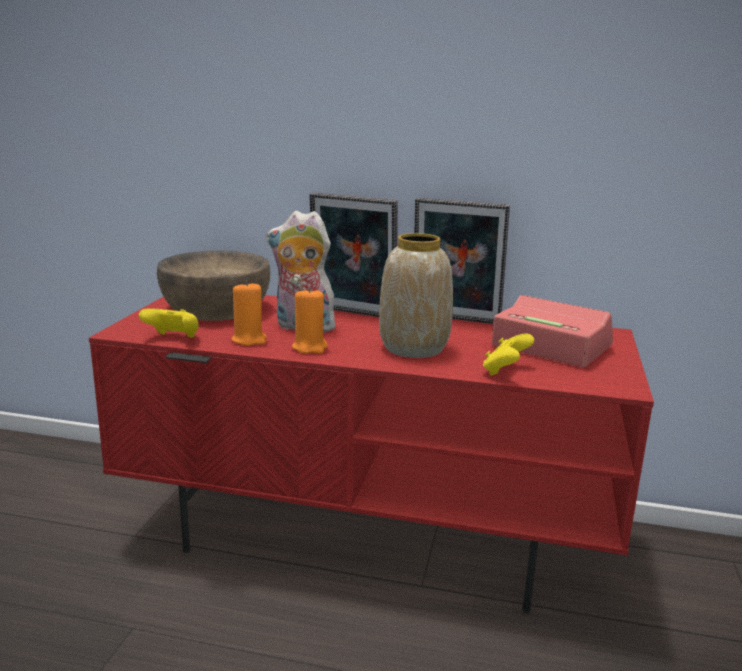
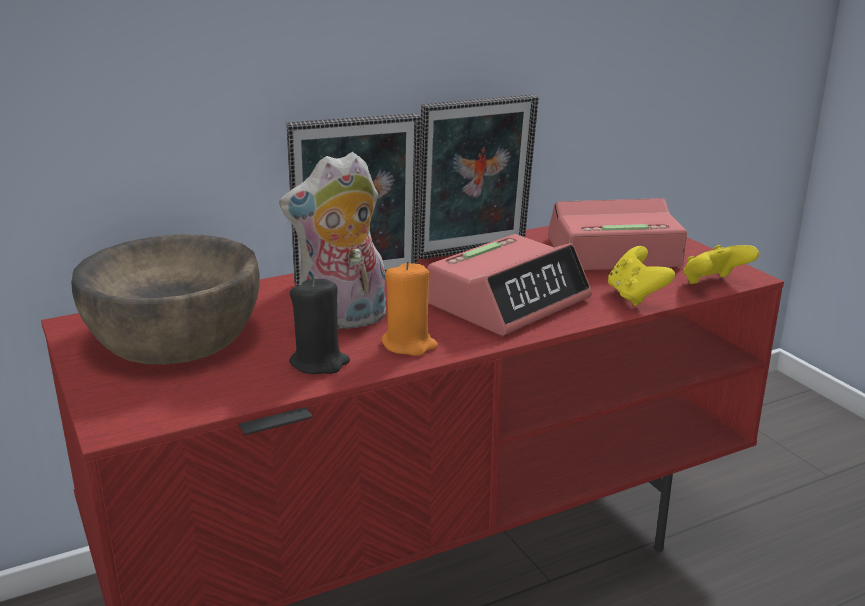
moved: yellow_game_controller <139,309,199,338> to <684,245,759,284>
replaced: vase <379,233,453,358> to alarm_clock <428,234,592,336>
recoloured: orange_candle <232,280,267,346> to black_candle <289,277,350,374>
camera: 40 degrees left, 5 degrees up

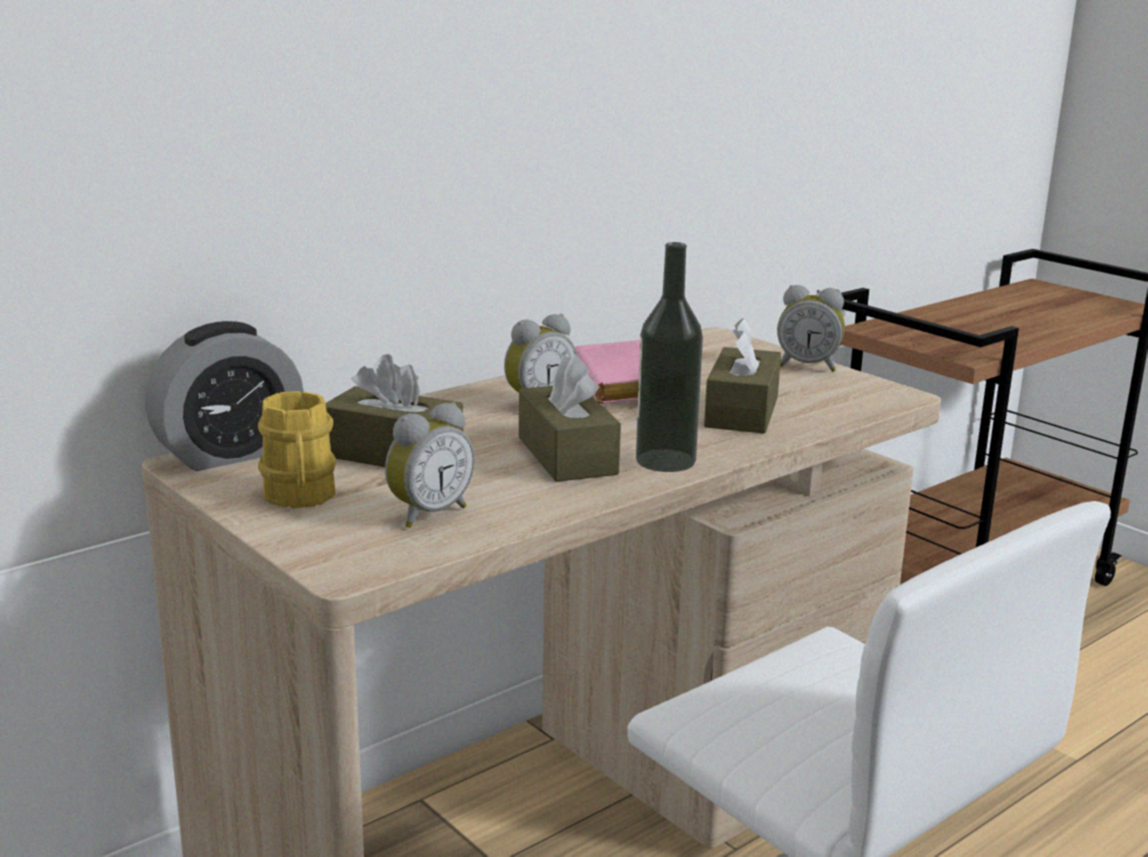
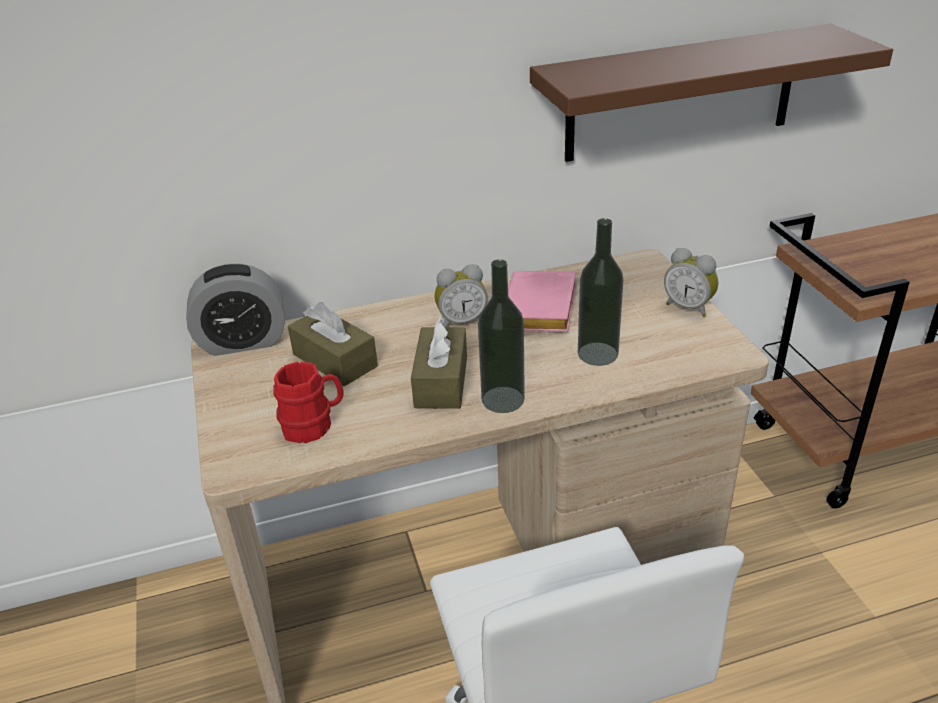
removed: yellow_mug <258,391,336,508>
added: brown_shelf <530,24,893,162>
replaced: alarm_clock <385,402,475,528> to red_mug <273,361,344,443>; brown_tissue_box <704,318,781,434> to bottle <578,218,624,366>
camera: 25 degrees right, 15 degrees up

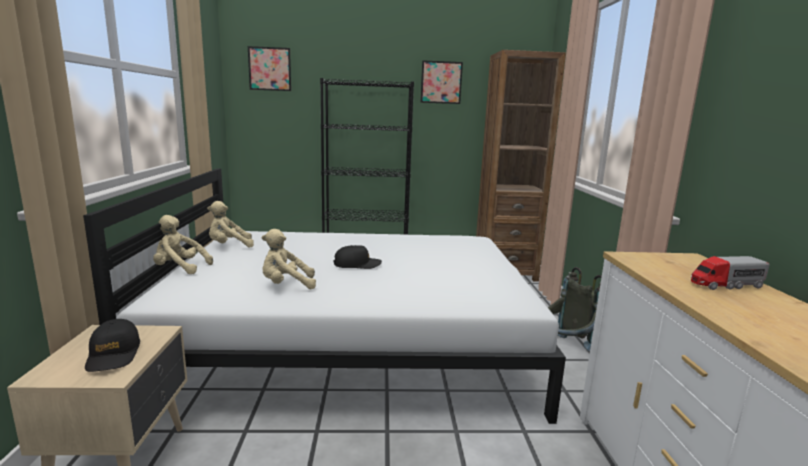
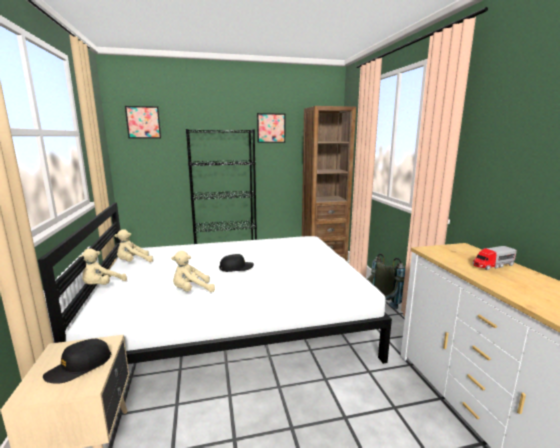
turned: black_cap <85,319,140,372> = <43,339,111,384> 75 degrees clockwise; beige_plush_toy <153,215,213,274> = <80,248,127,285> 60 degrees counterclockwise
camera: 10 degrees left, 0 degrees up

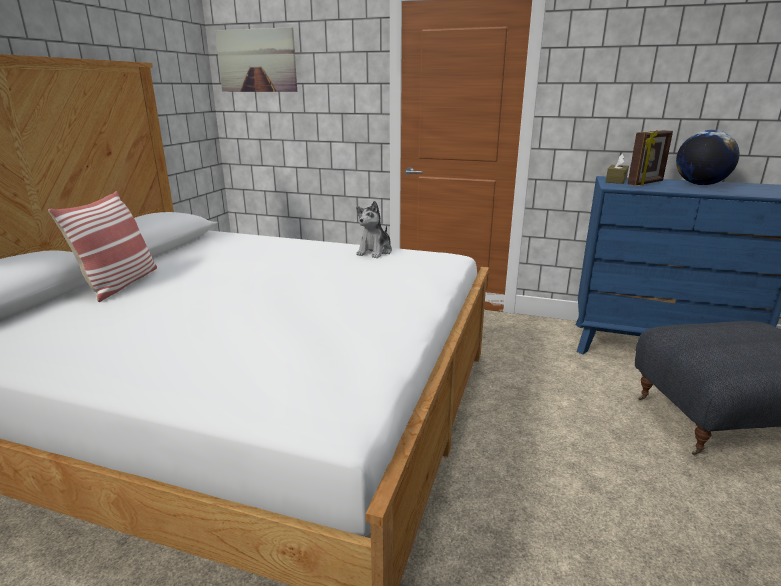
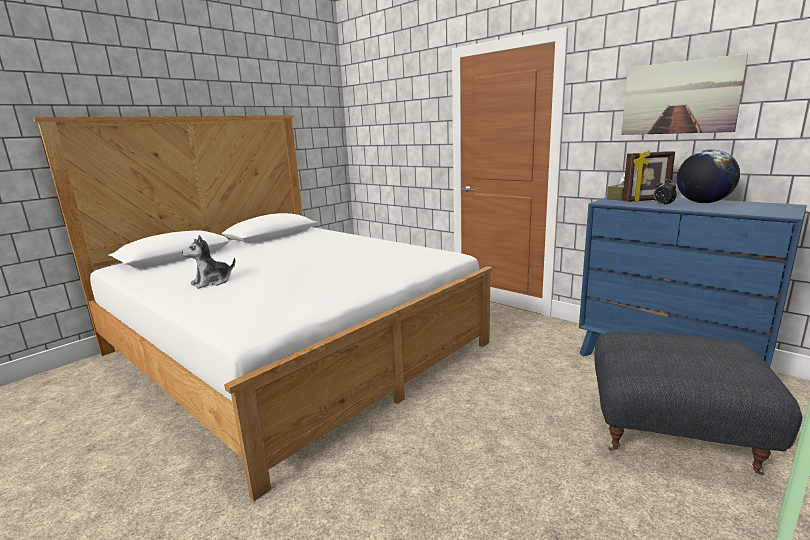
removed: pillow <48,191,157,302>
added: alarm_clock <654,179,677,206>
moved: picture <215,27,297,92> to <621,54,748,135>; plush_toy <356,201,392,258> to <182,235,235,289>
camera: 25 degrees right, 5 degrees down

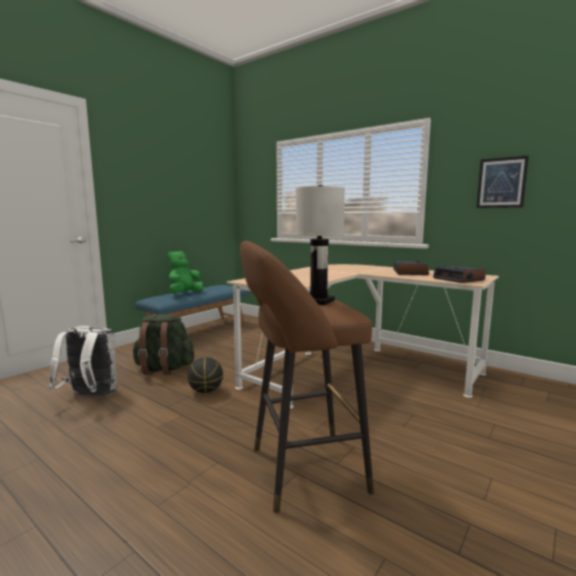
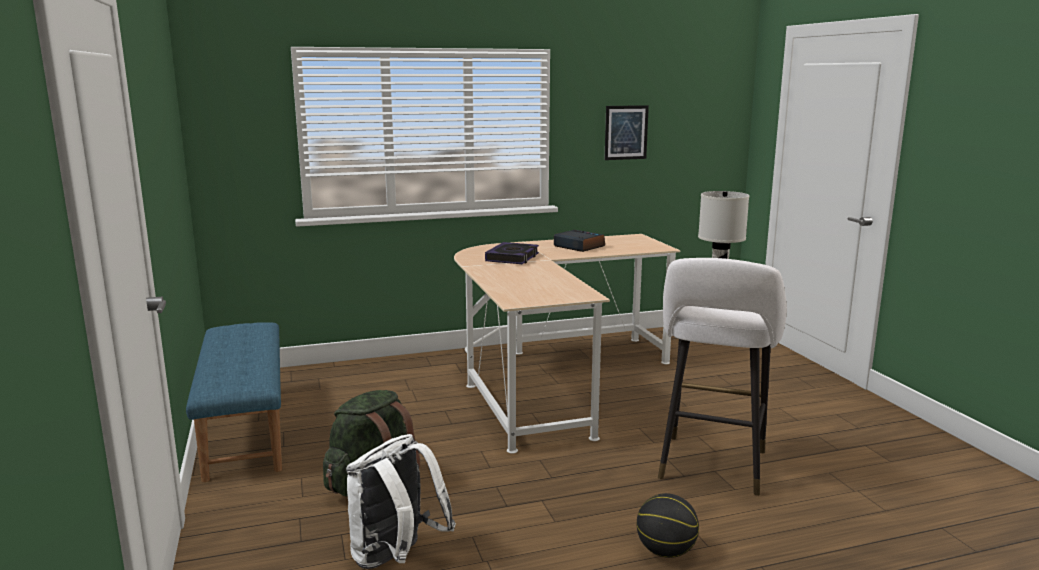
removed: green_plush_toy <168,251,204,293>; alarm_clock <433,265,486,283>
added: book <485,242,539,264>
moved: basketball <187,357,223,393> to <637,493,699,558>
recoloured: brown_stool <240,241,374,513> to white_stool <658,258,787,496>
camera: 55 degrees left, 5 degrees up

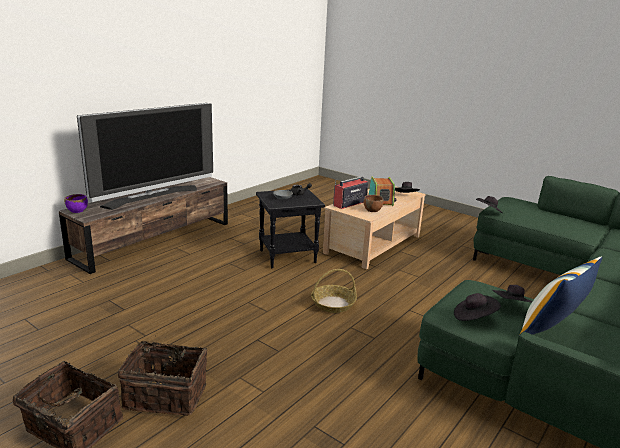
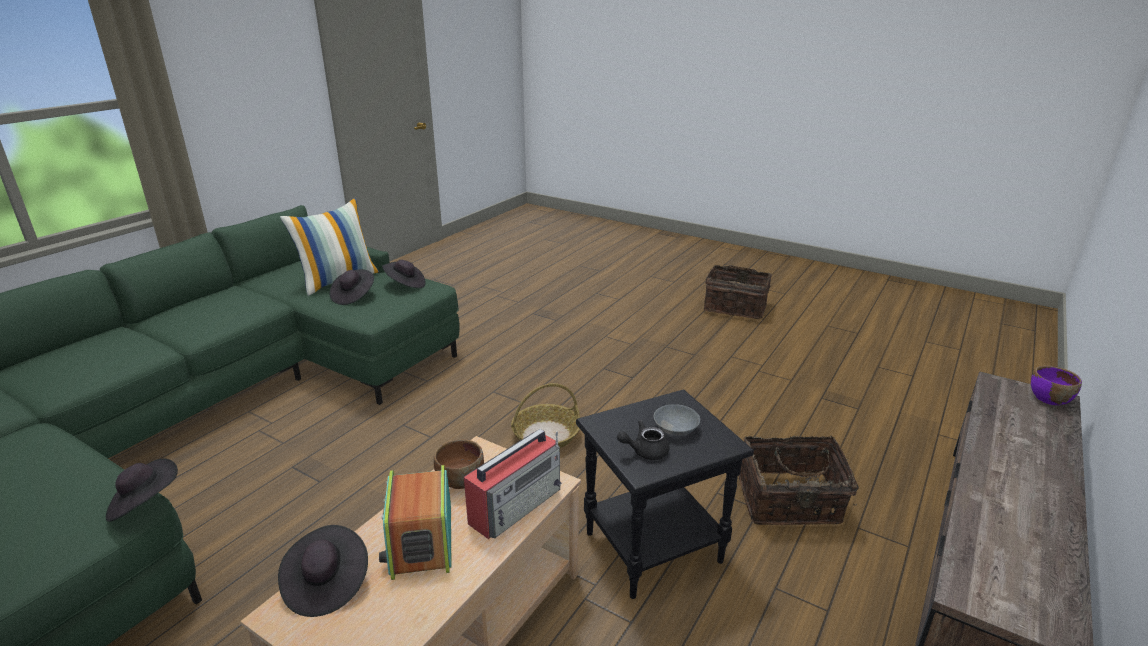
removed: television <77,103,213,210>
moved: basket <118,335,207,416> to <739,435,859,525>
camera: 175 degrees right, 5 degrees up

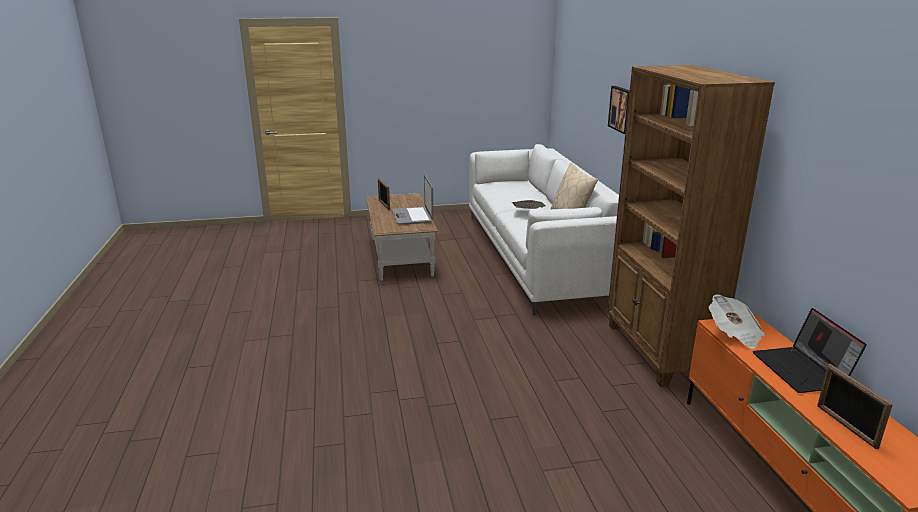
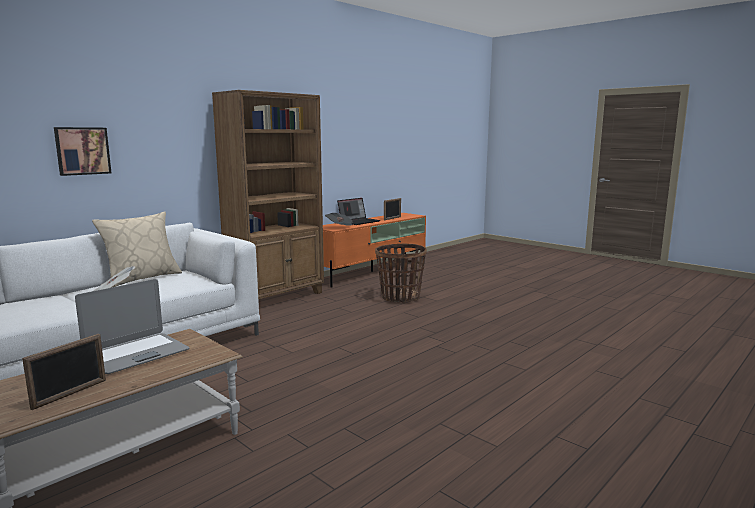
added: basket <375,244,427,303>
camera: 125 degrees left, 10 degrees down

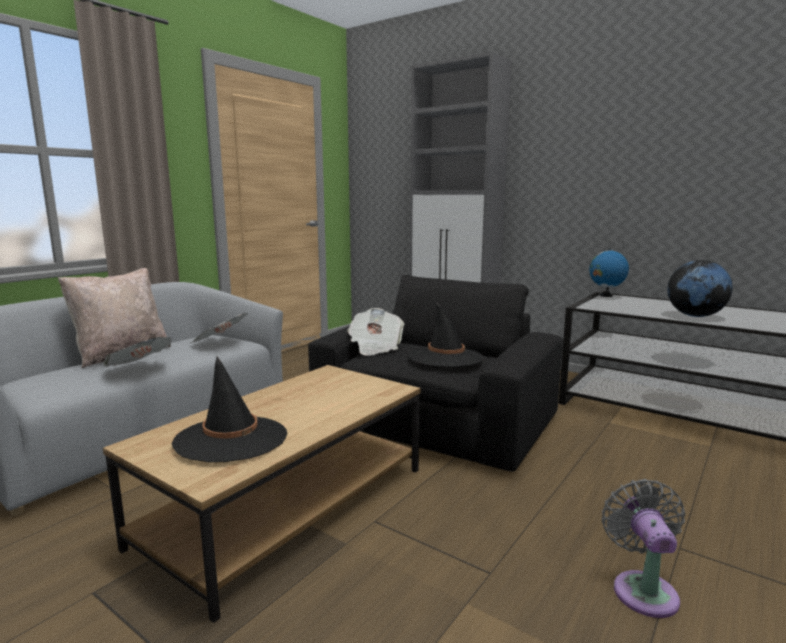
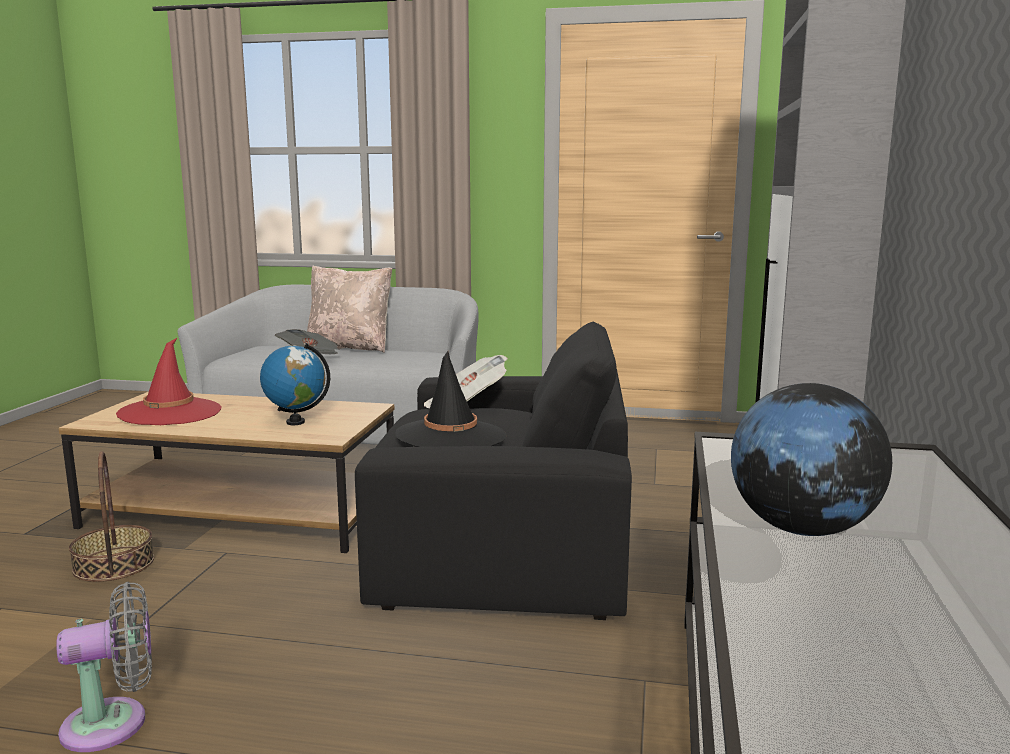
removed: newspaper <190,313,248,343>
added: basket <69,451,154,582>
moved: globe <589,248,629,297> to <260,343,330,425>
recoloured: black_hat <172,356,287,462> to red_hat <116,338,221,425>
camera: 65 degrees right, 0 degrees up

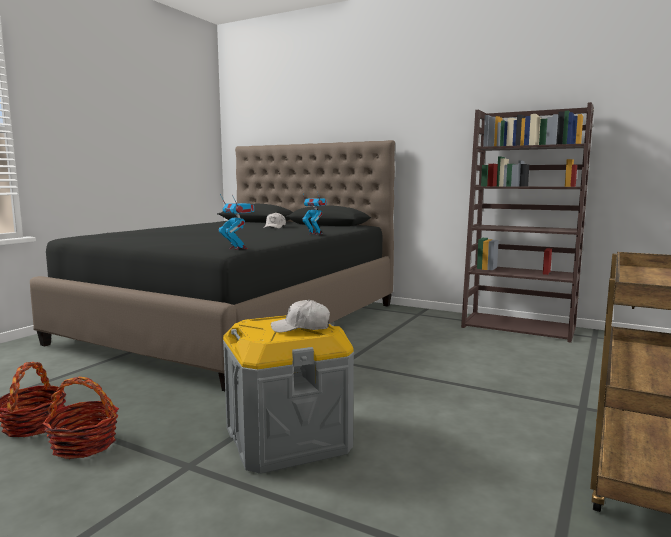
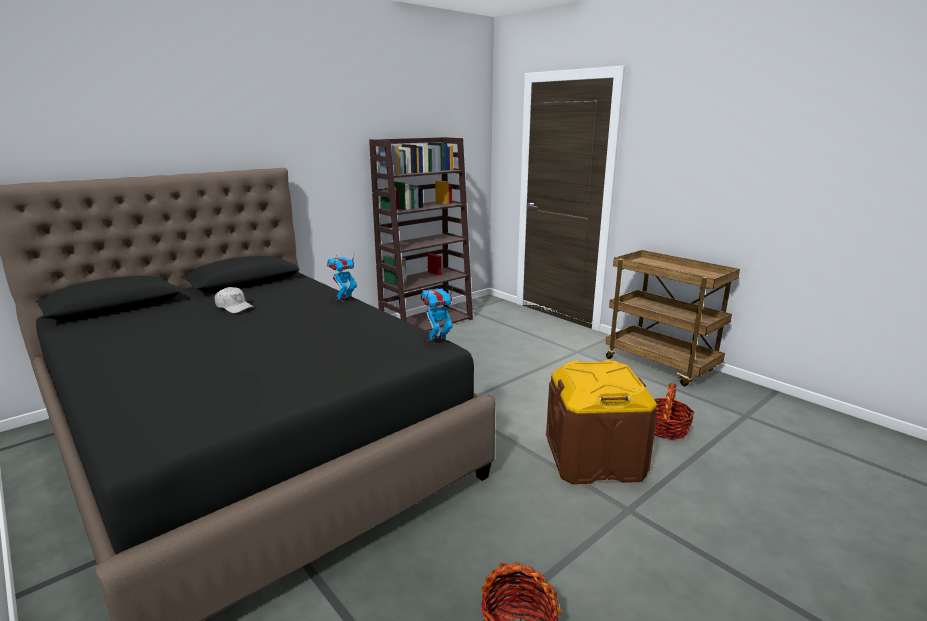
removed: white_cap <271,299,330,333>
moved: basket <42,377,119,459> to <654,383,694,440>
recoloured: grey_storage_box <223,315,354,474> to brown_storage_box <546,360,657,484>
camera: 70 degrees left, 10 degrees up

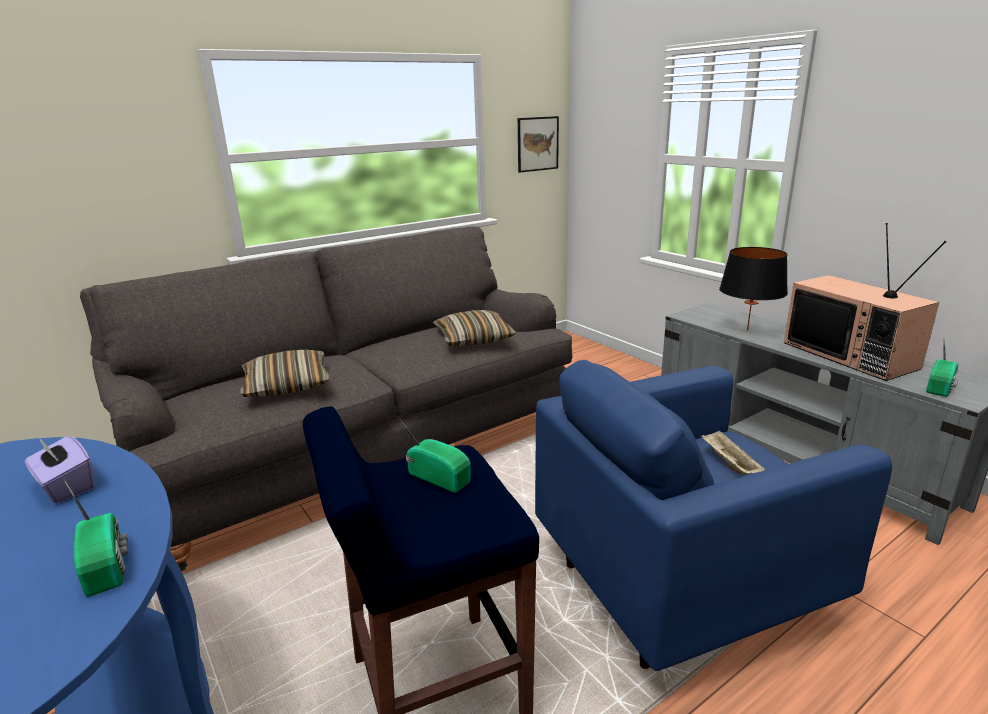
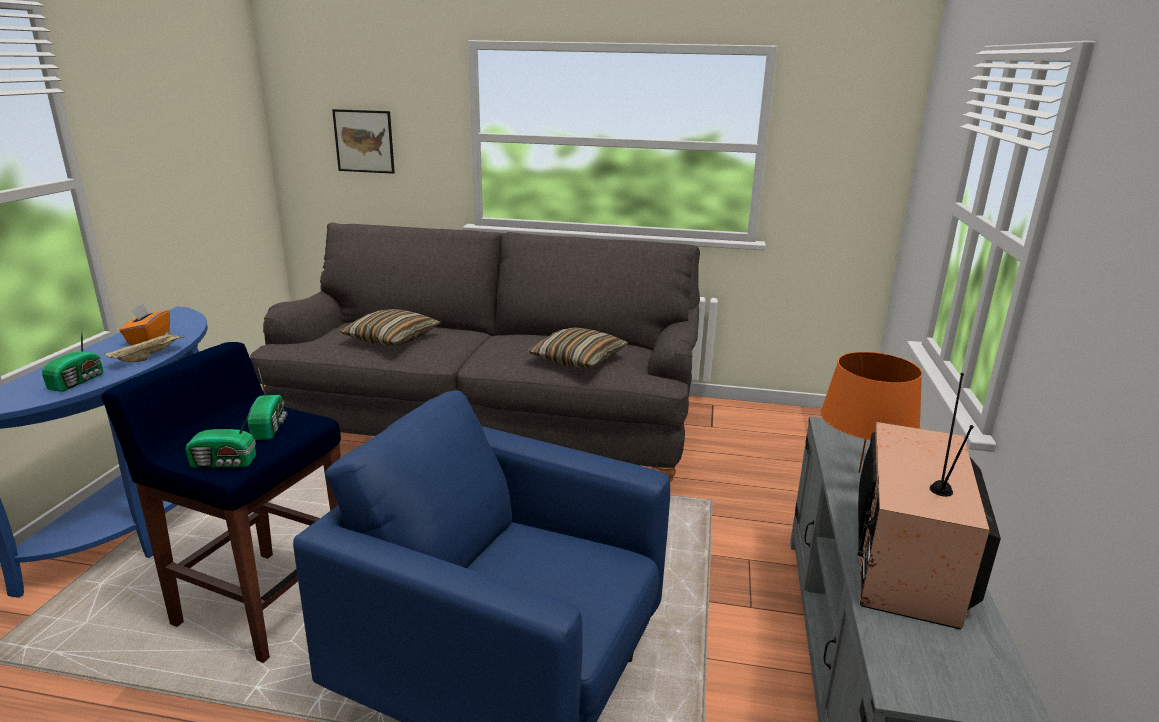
moved: picture <518,116,559,173> to <332,109,395,174>; beige_tray <701,430,766,475> to <104,331,185,362>; radio <926,336,959,397> to <186,404,256,468>
recoloured: purple_tissue_box <25,436,94,503> to orange_tissue_box <119,303,170,345>; black_table_lamp <719,247,788,330> to orange_table_lamp <821,352,922,473>
camera: 45 degrees right, 0 degrees up

